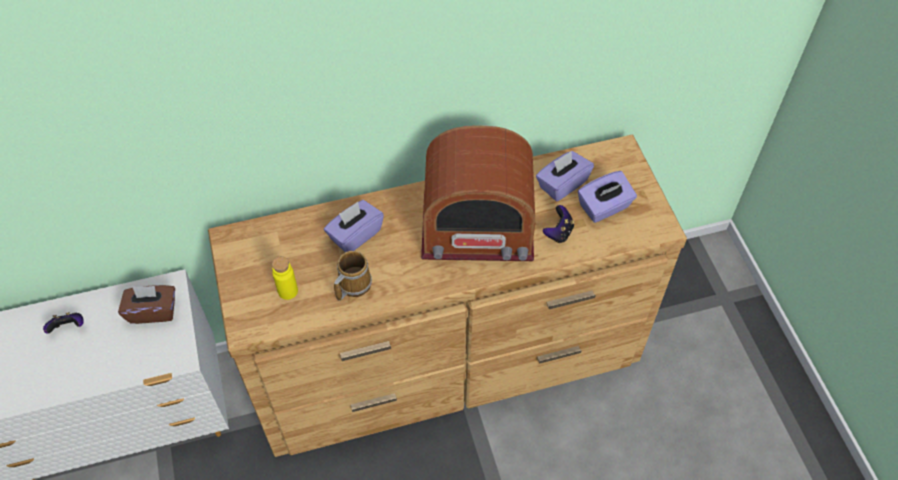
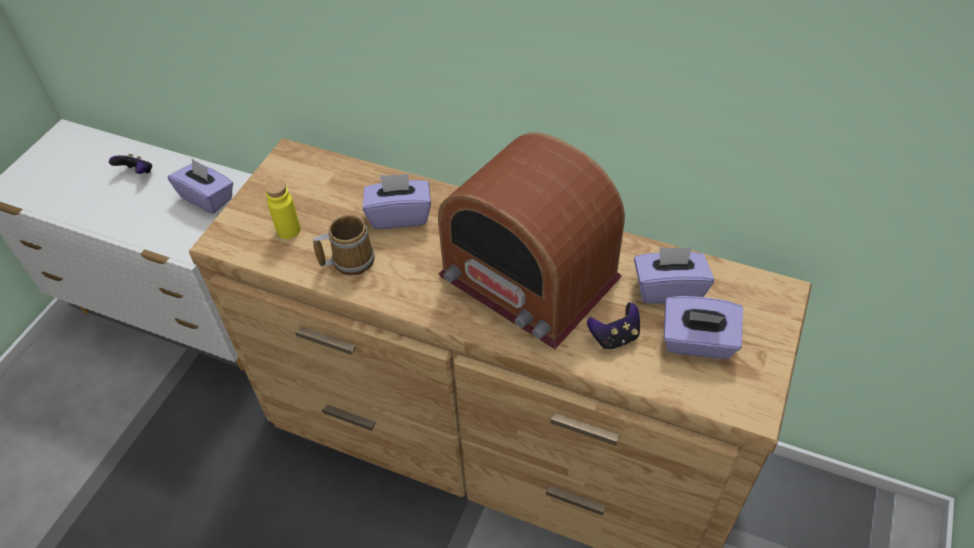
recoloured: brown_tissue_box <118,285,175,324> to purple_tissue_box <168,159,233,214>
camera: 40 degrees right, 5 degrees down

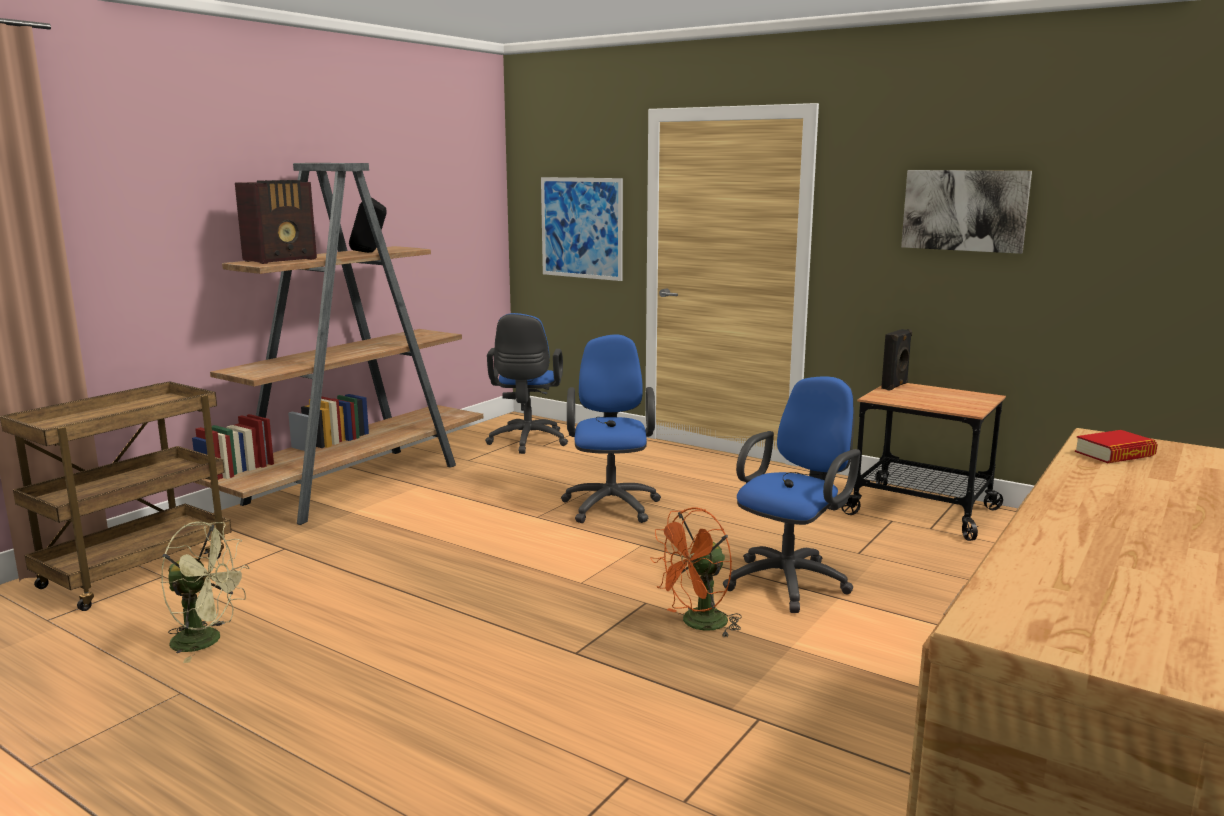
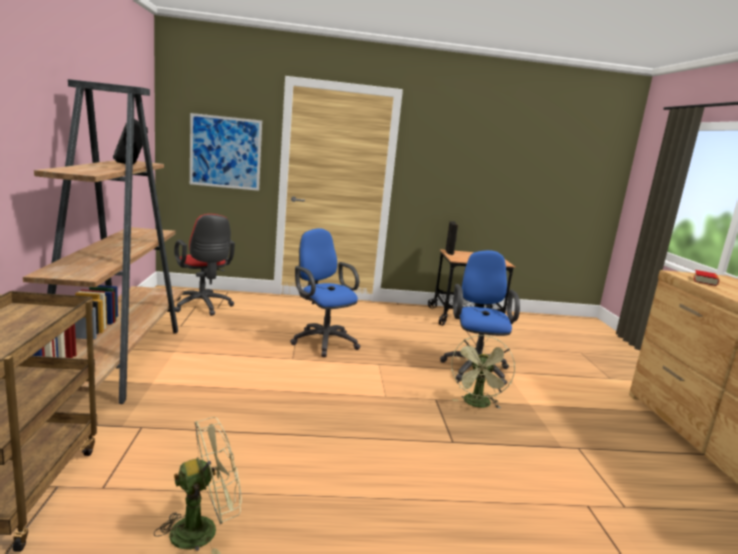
removed: radio <235,180,317,264>; picture <901,170,1032,254>
recoloured: blue_office_chair <485,313,568,454> to red_office_chair <174,214,235,316>; orange_fan <650,507,742,637> to green_fan <451,335,515,408>
camera: 40 degrees left, 0 degrees up

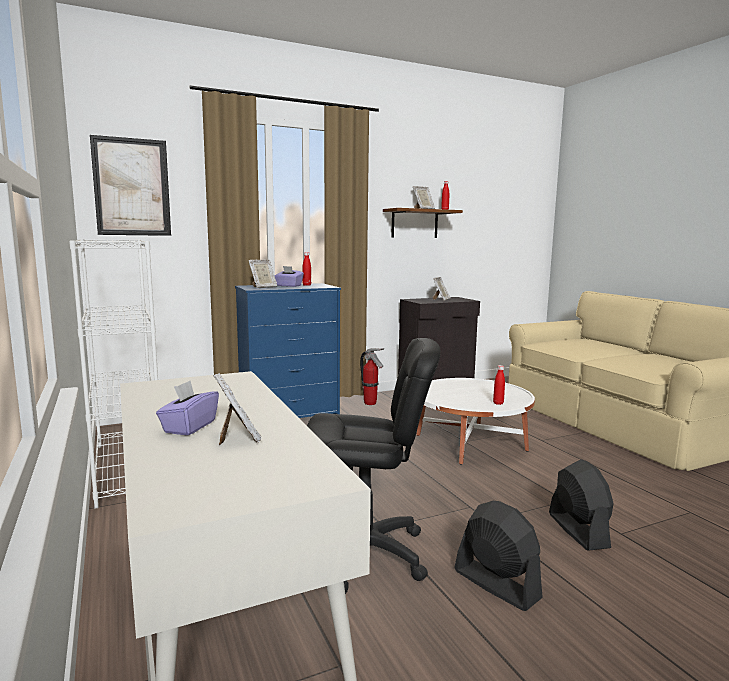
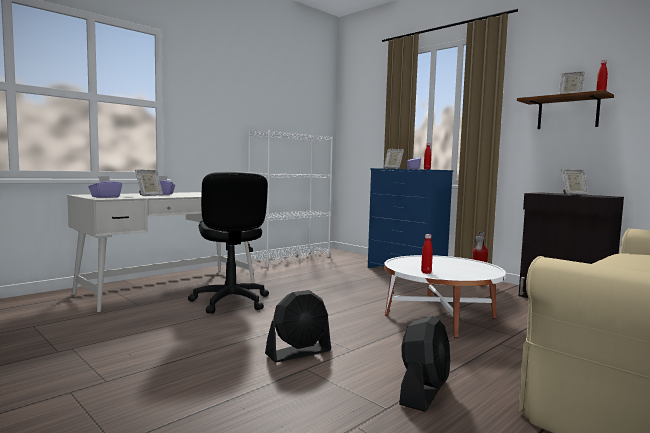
removed: picture <90,135,171,236>
added: purple_tissue_box <88,176,122,198>
moved: black_fan <454,501,543,611> to <399,316,450,412>
camera: 70 degrees right, 5 degrees down

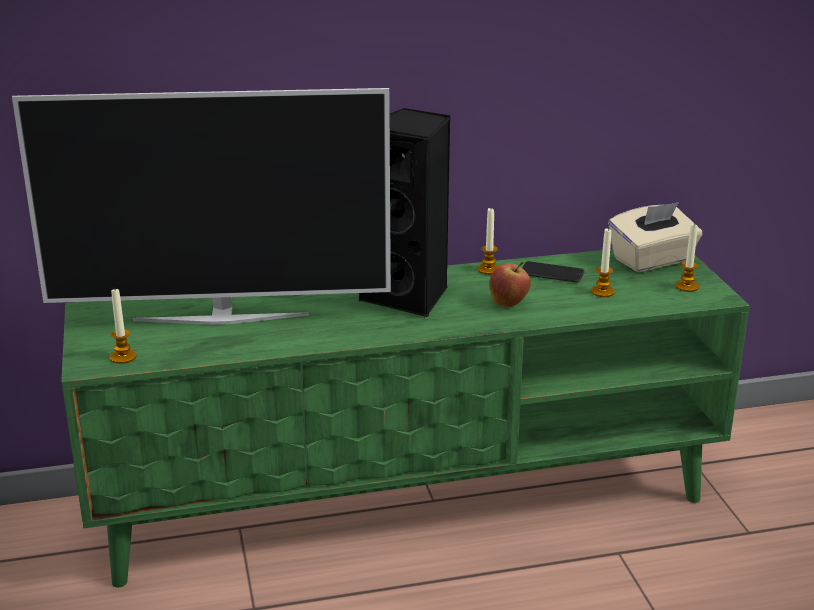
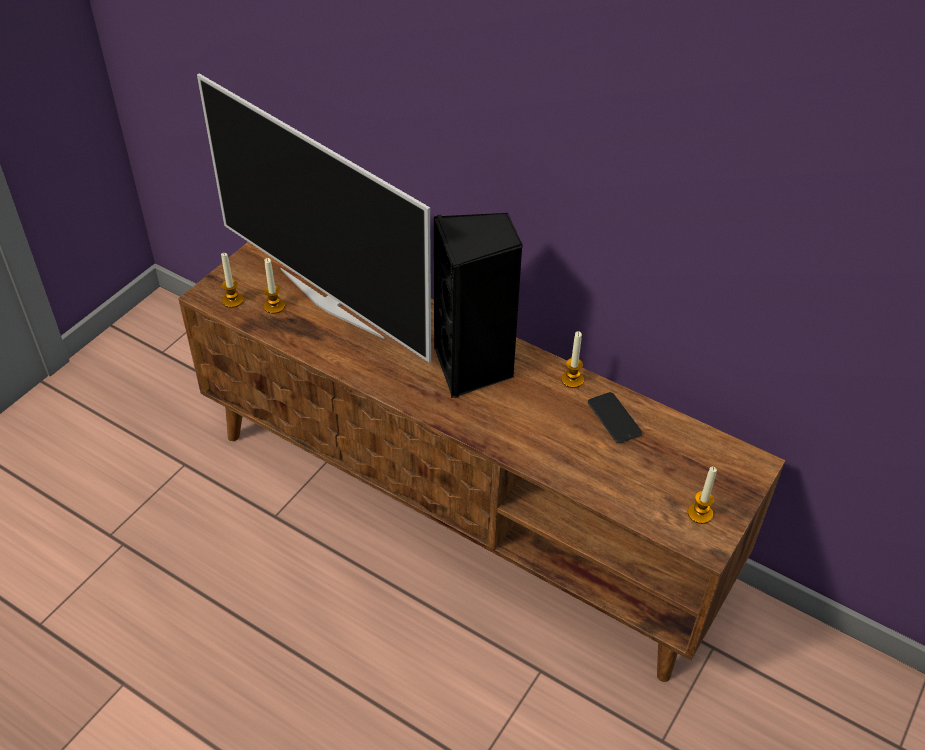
removed: apple <489,262,531,307>; beige_tissue_box <608,202,703,272>
moved: candle <591,229,615,297> to <264,258,285,314>
recoloured: green_tv_stand <61,249,750,587> to brown_tv_stand <178,242,785,682>
camera: 45 degrees right, 20 degrees up

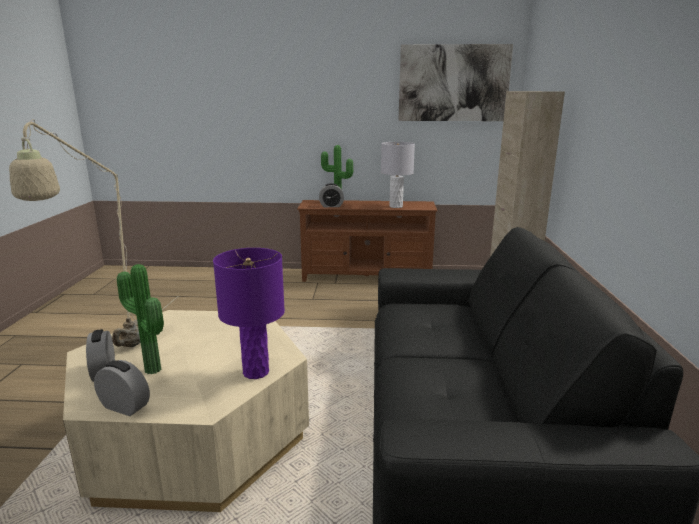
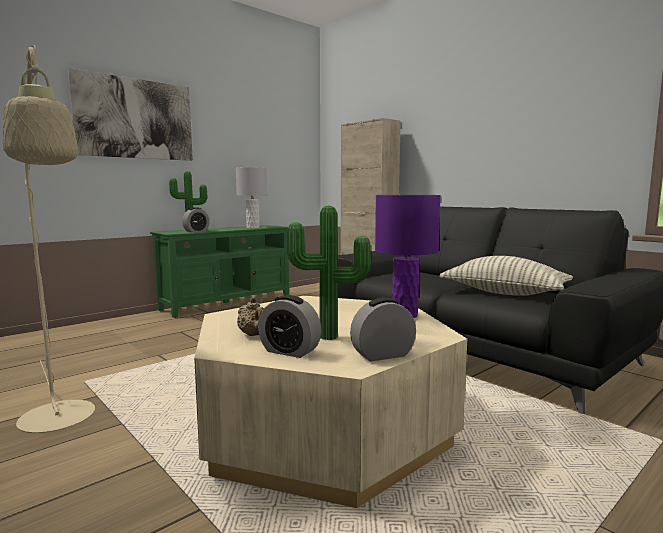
added: pillow <439,256,573,296>
moved: picture <398,44,513,121> to <68,68,193,161>
recoloured: brown_tv_stand <297,200,437,282> to green_tv_stand <150,225,289,318>
camera: 45 degrees left, 10 degrees down

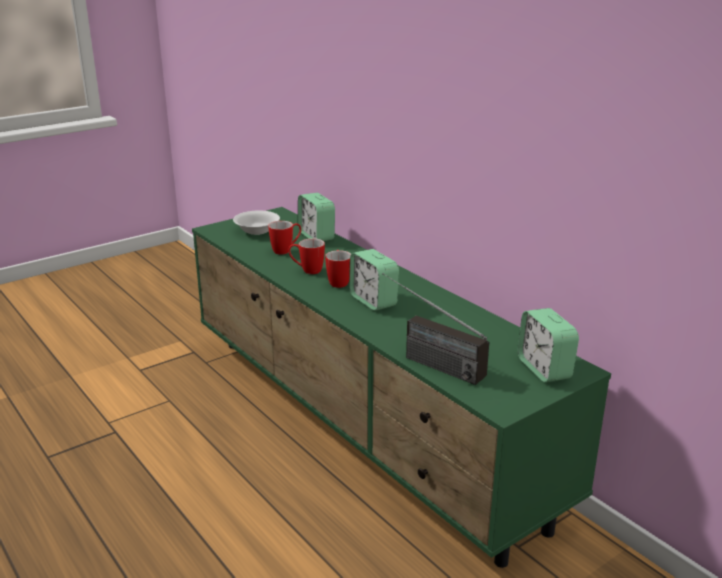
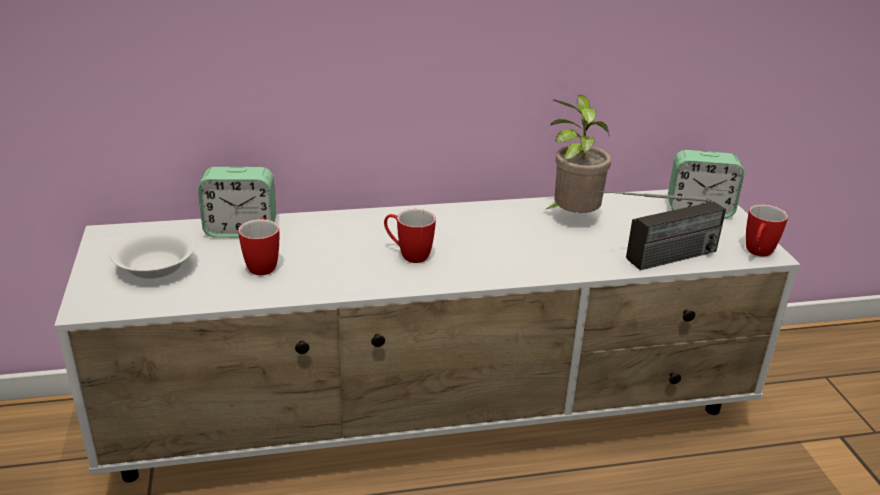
removed: alarm_clock <349,249,399,311>
added: potted_plant <545,95,611,213>
moved: mug <288,238,325,274> to <746,204,788,257>
recoloured: green_tv_stand <192,207,611,568> to white_tv_stand <54,189,800,482>
camera: 65 degrees left, 5 degrees up

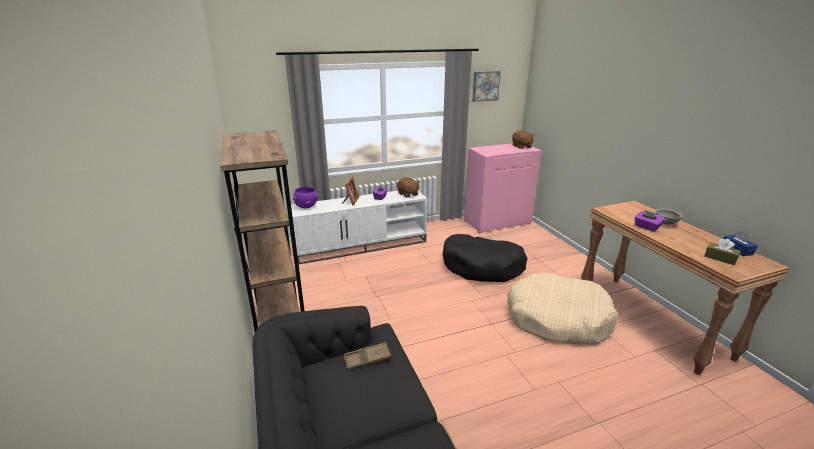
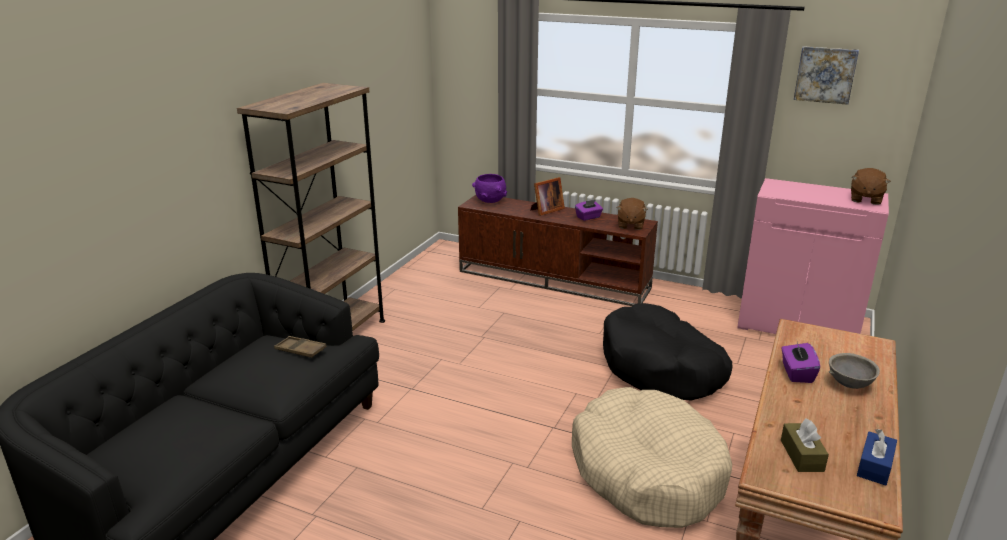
recoloured: white_tv_stand <291,191,427,264> to brown_tv_stand <458,195,658,306>
camera: 45 degrees right, 0 degrees up

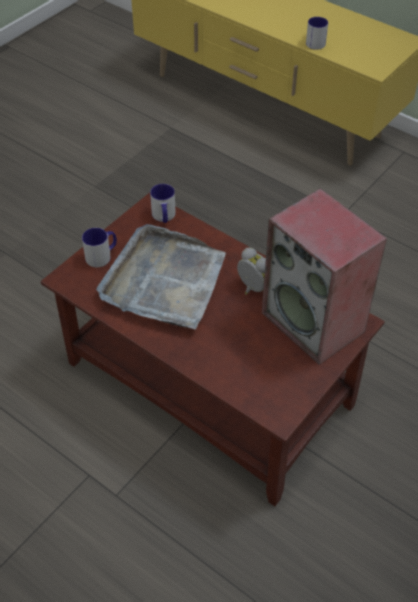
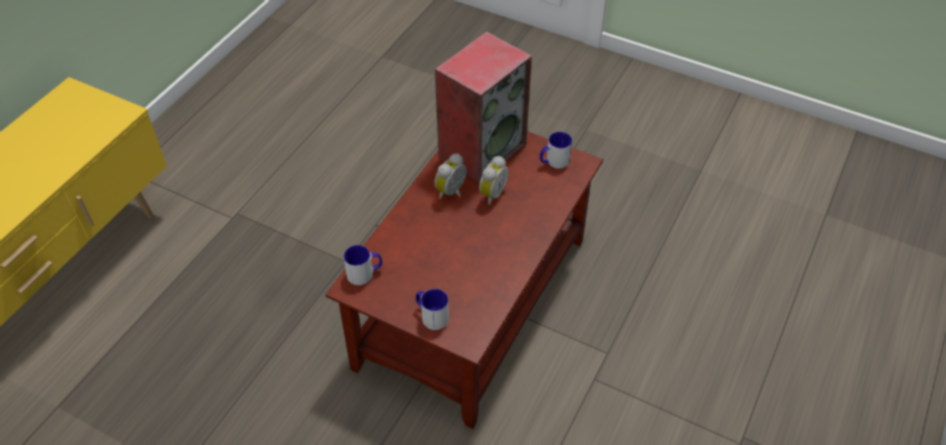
removed: grey_tray <96,224,226,329>
added: alarm_clock <479,156,509,205>
moved: mug <306,17,328,50> to <540,132,572,169>
camera: 100 degrees left, 0 degrees up

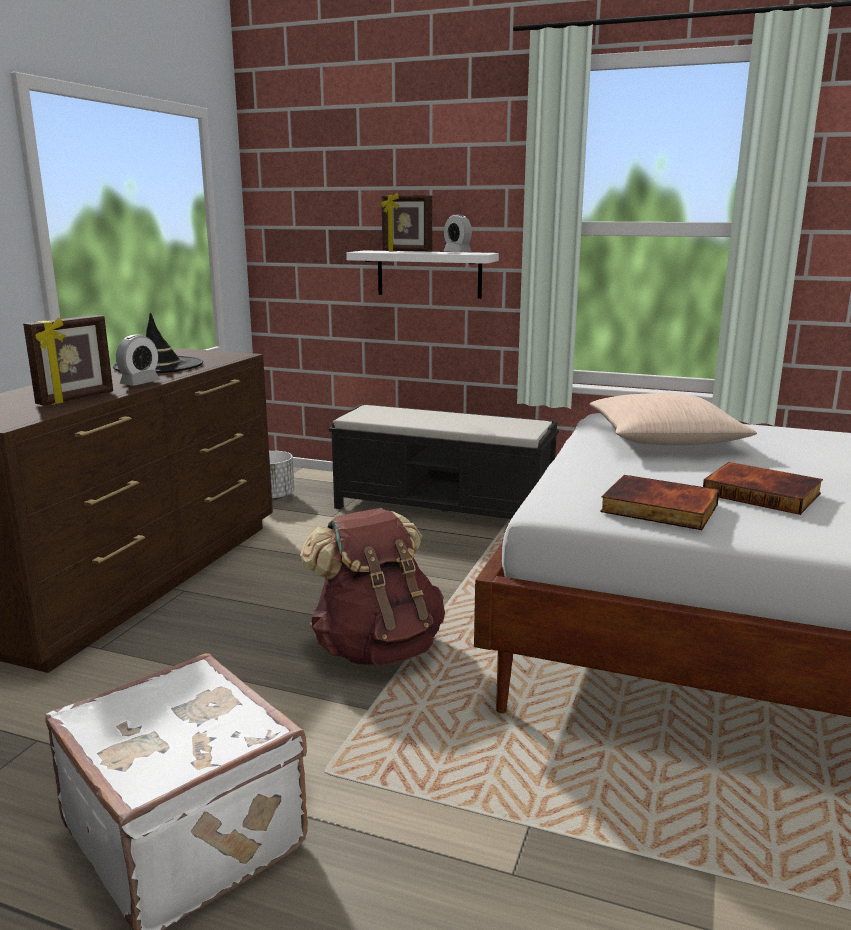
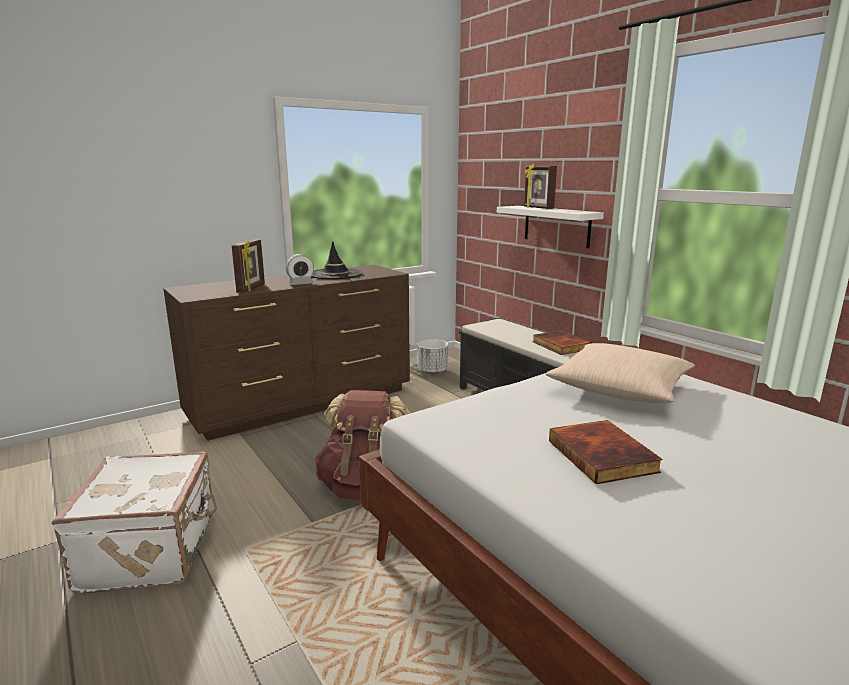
removed: alarm_clock <444,214,472,252>
moved: book <600,475,719,530> to <532,330,592,355>
turned: picture_frame <23,315,113,406> = <232,239,265,293> 60 degrees counterclockwise
camera: 35 degrees right, 0 degrees up

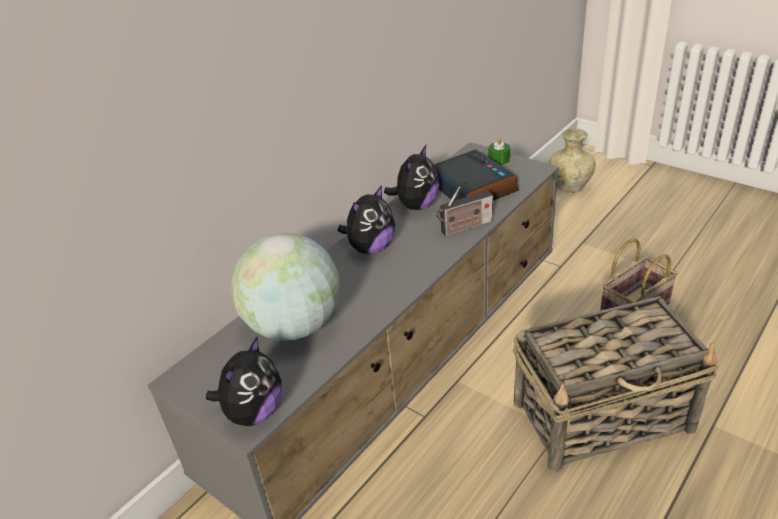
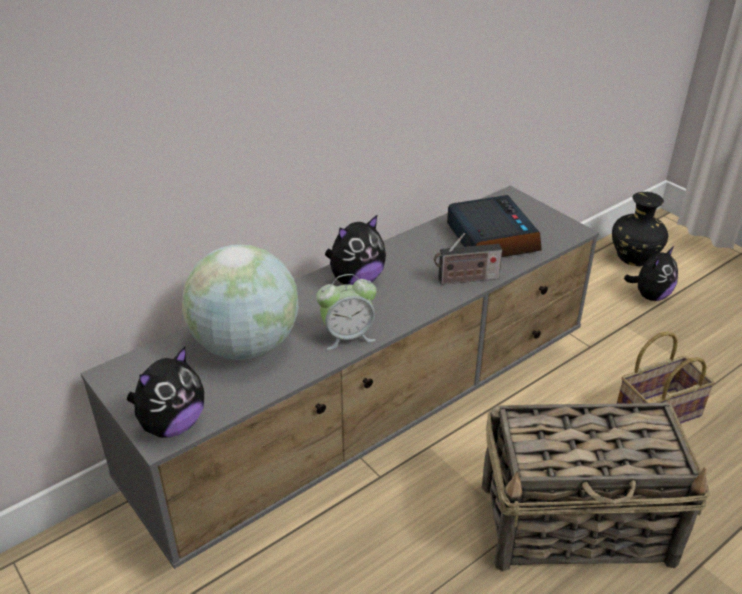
removed: green_candle <488,137,510,165>
added: alarm_clock <316,274,376,350>
moved: plush_toy <384,145,439,210> to <624,246,678,301>
recoloured: beige_vase <548,128,596,193> to black_vase <612,192,668,266>
camera: 10 degrees right, 0 degrees up

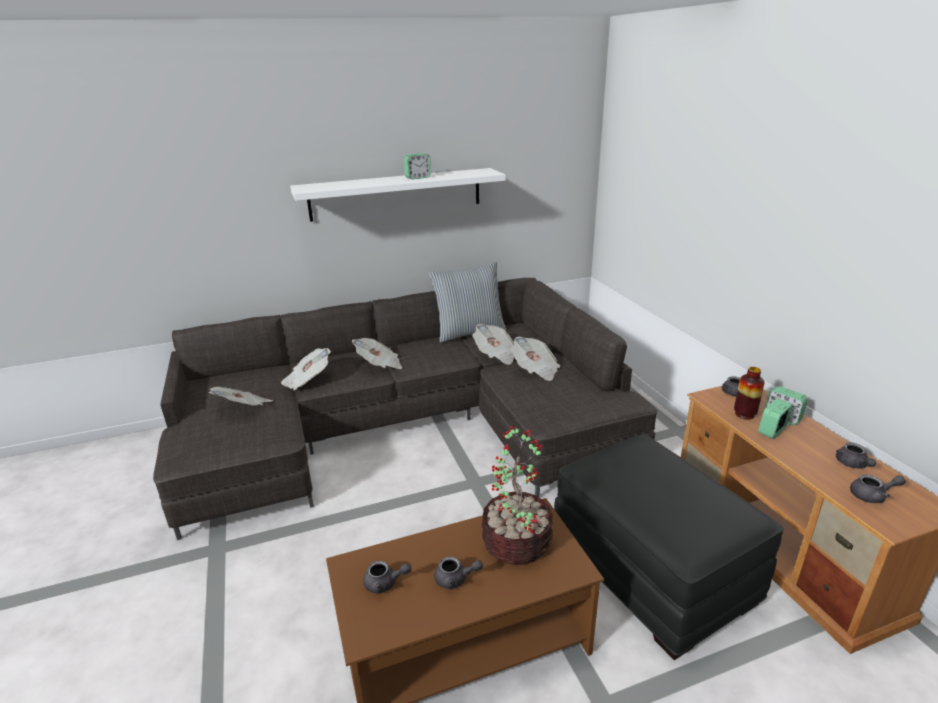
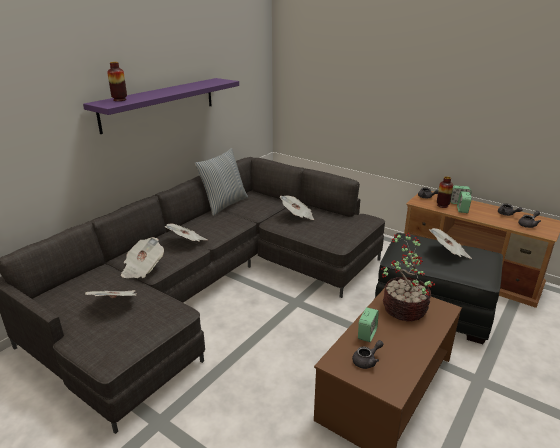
removed: grey_teapot <434,557,483,589>
added: vase <107,62,127,101>
moved: alarm_clock <404,153,431,179> to <358,307,379,342>; newspaper <473,324,515,365> to <429,228,472,259>
recoloured: white_shelf <290,168,506,222> to purple_shelf <83,78,239,134>
camera: 35 degrees left, 0 degrees up

